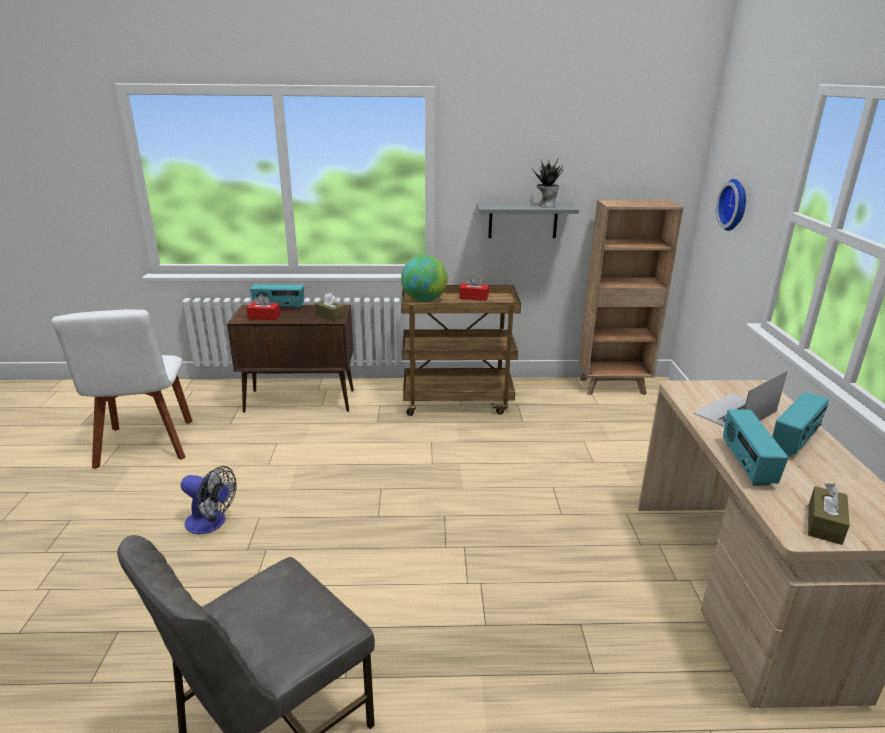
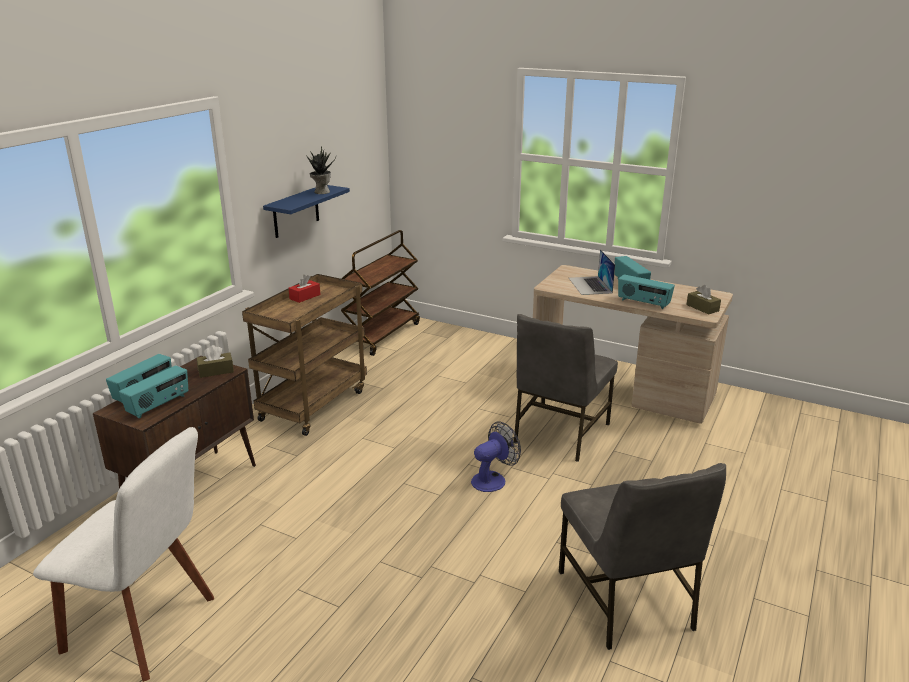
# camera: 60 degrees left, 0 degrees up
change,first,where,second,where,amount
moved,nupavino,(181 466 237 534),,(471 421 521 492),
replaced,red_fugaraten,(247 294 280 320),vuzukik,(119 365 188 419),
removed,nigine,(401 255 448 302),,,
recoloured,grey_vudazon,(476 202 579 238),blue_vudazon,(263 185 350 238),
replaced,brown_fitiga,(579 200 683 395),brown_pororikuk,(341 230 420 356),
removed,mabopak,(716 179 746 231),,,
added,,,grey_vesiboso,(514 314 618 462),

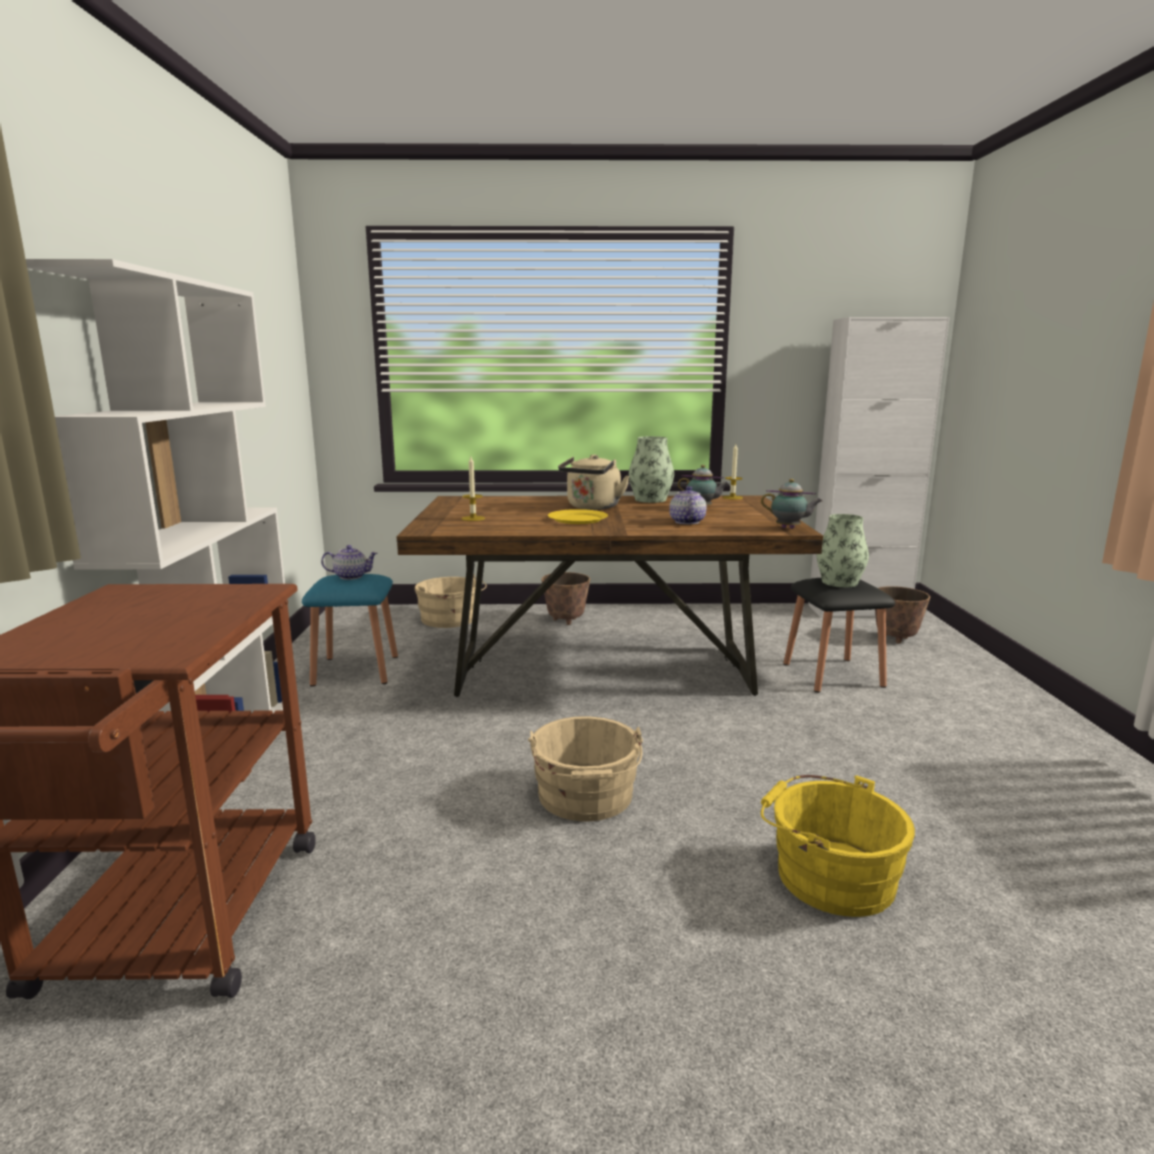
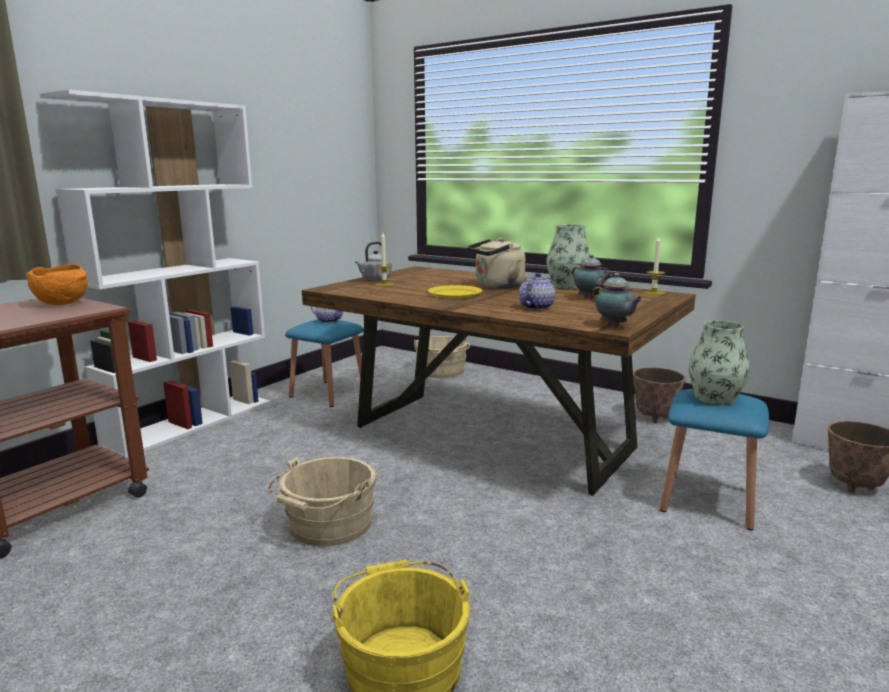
# camera: 35 degrees right, 0 degrees up
change,first,where,second,where,amount
moved,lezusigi,(541 572 590 625),,(633 368 686 423),
recoloured,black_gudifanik,(784 578 895 693),blue_gudifanik,(660 389 769 531),
added,,,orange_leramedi,(26 264 88 305),
added,,,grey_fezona,(355 242 392 281),

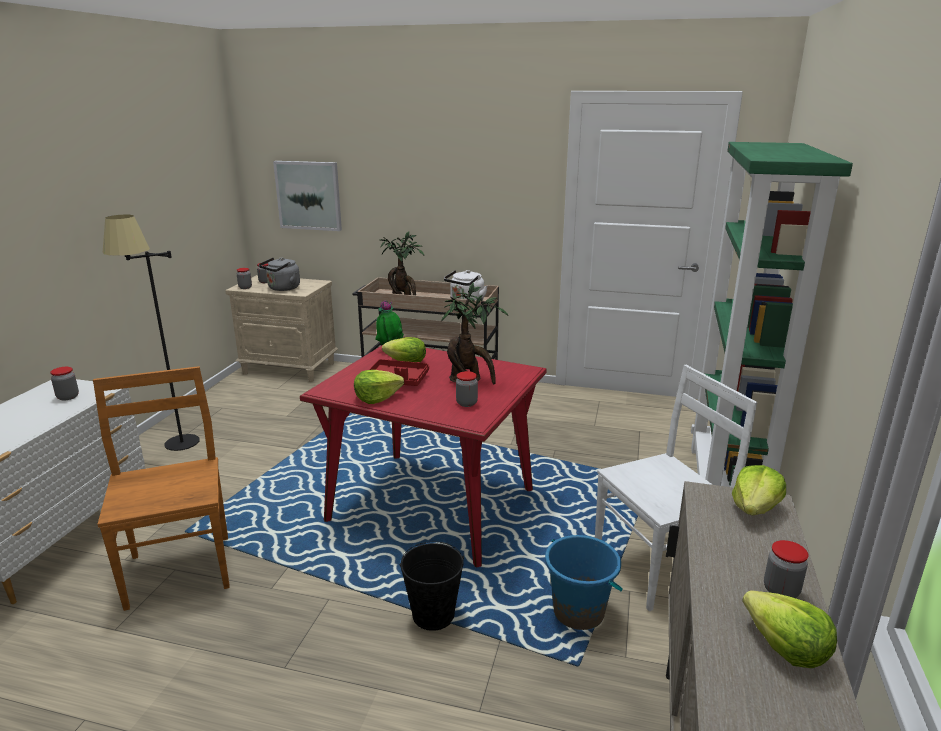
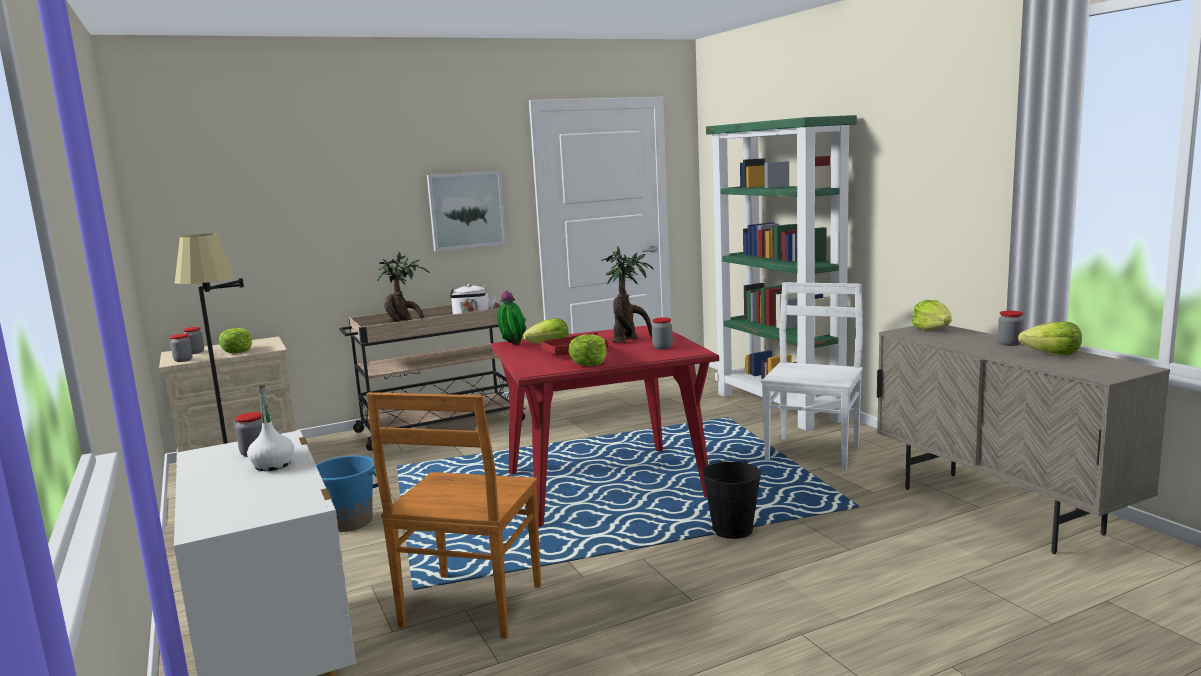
# camera: 40 degrees left, 10 degrees down
change,first,where,second,where,amount
turned,brown_vesiboso,(93 366 230 611),,(366 392 541 639),105 degrees counterclockwise
replaced,grey_fezona,(259 257 300 291),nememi,(219 328 252 353),
moved,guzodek,(273 161 342 231),,(427 171 506 251),
moved,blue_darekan,(545 535 623 630),,(316 455 378 532),
added,,,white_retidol,(247 385 294 471),

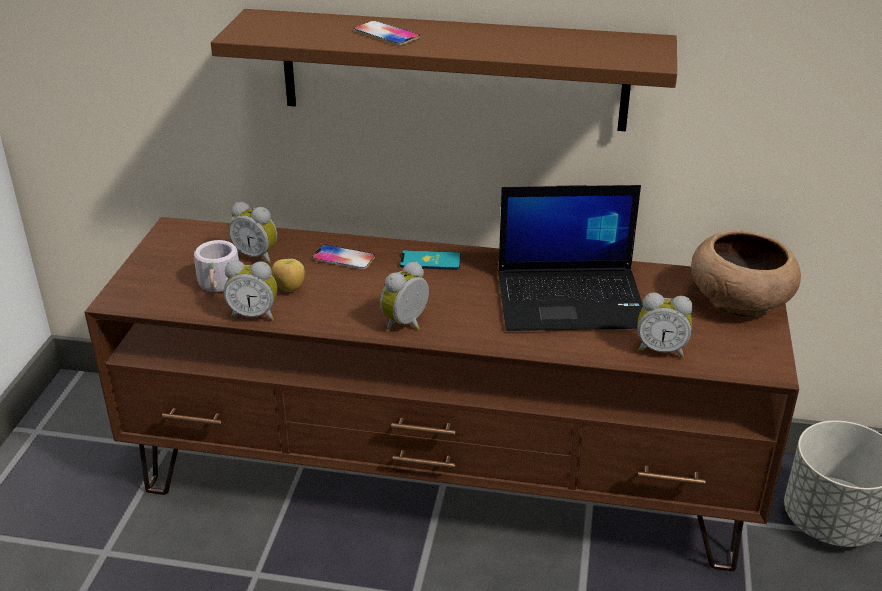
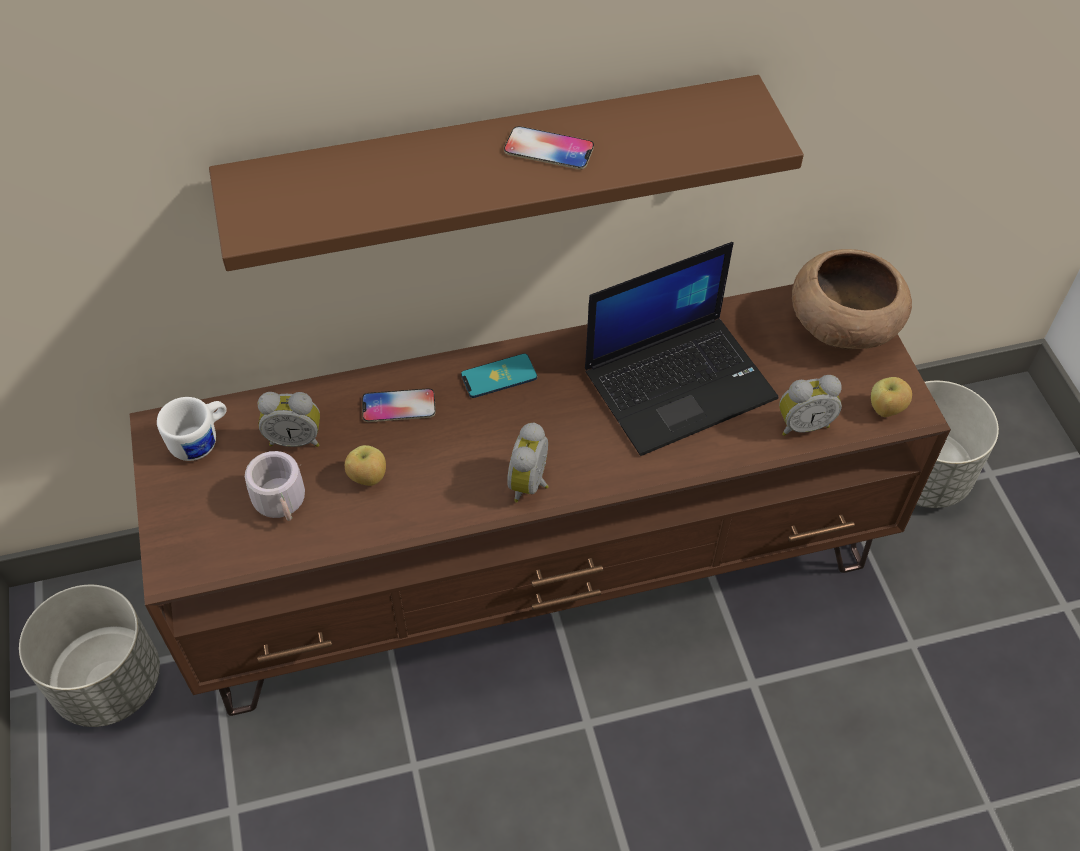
# camera: 25 degrees left, 20 degrees up
change,first,where,second,where,amount
removed,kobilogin,(223 260 277 321),,,
moved,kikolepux,(354 21 420 45),,(504 126 594 169),
added,,,grey_lezusigi,(19 585 160 727),
added,,,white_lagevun,(157 397 227 461),
added,,,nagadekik,(871 377 912 417),

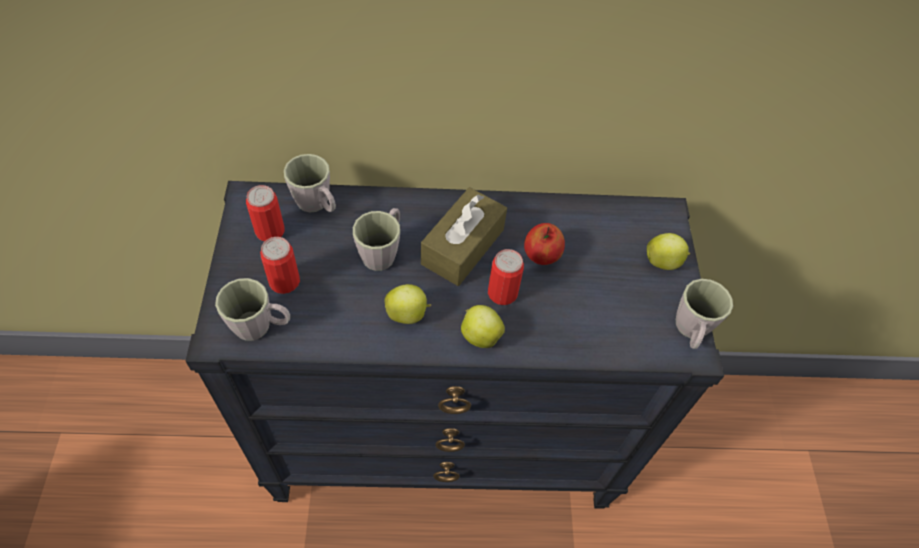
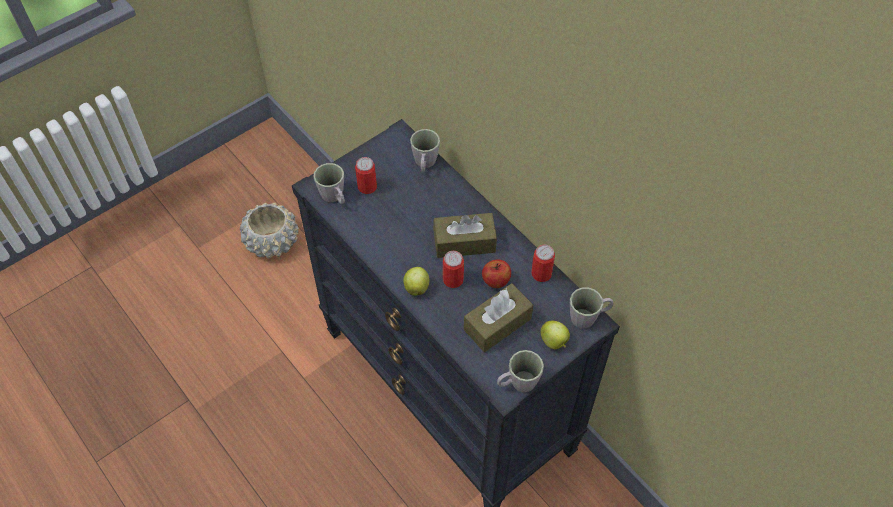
# camera: 55 degrees right, 0 degrees up
change,first,where,second,where,amount
moved,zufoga,(246 185 285 241),,(531 245 555 282),
moved,grey_lagevun,(353 208 400 271),,(570 287 613 329),
removed,nagadekik,(385 284 431 324),,,
added,,,beige_lezusigi,(239 203 299 259),
added,,,brown_fugaraten,(464 283 533 352),

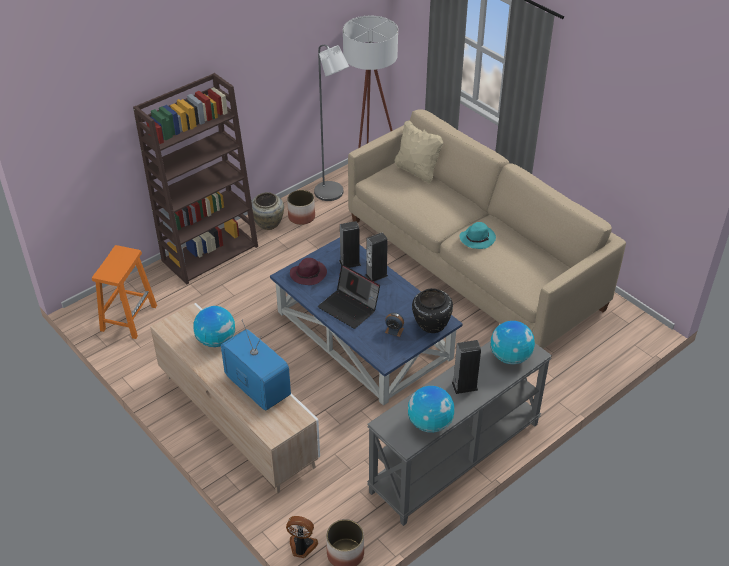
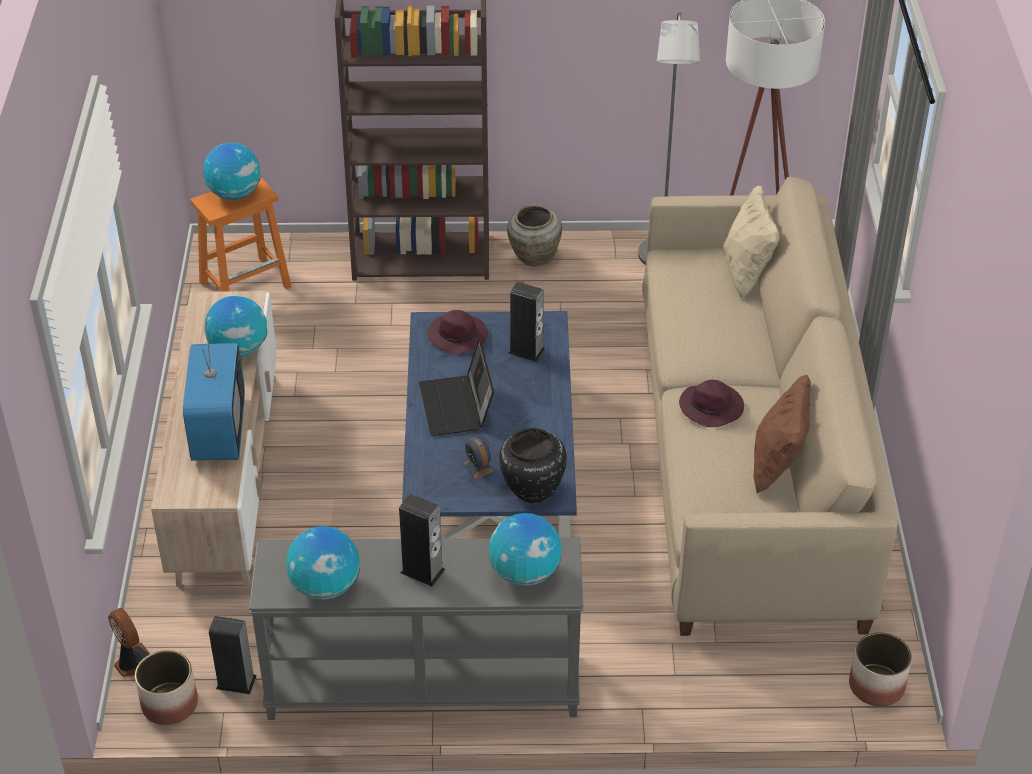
# camera: 40 degrees right, 0 degrees up
change,first,where,second,where,amount
moved,lezusigi,(287 190 315 225),,(849 632 912 706),
moved,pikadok,(365 233 388 281),,(209 616 257 694),
recoloured,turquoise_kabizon,(460 222 496 249),purple_kabizon,(679 380 744 427),
added,,,nigine,(203 143 261 200),
added,,,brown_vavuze,(753 374 811 494),

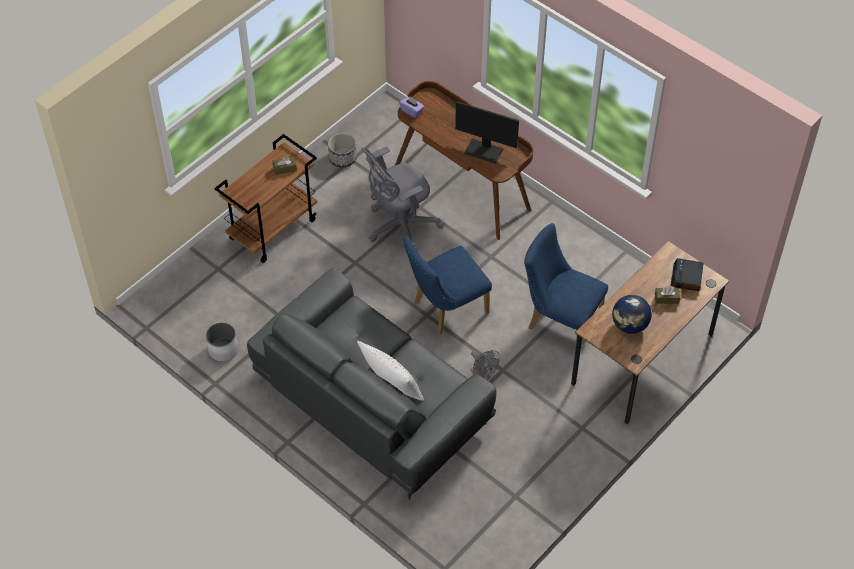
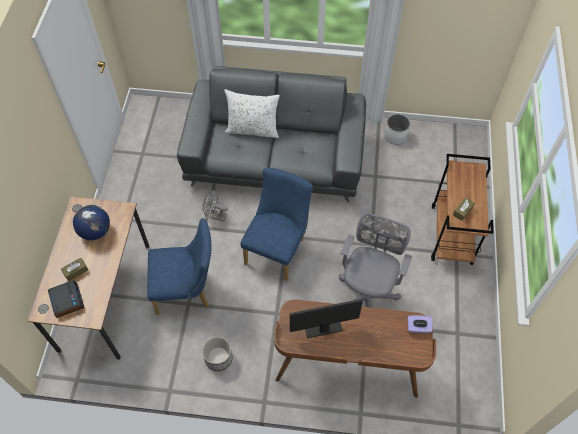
# camera: 145 degrees right, 5 degrees up
change,first,where,second,where,amount
moved,lezusigi,(328 133 357 168),,(202 337 233 371),

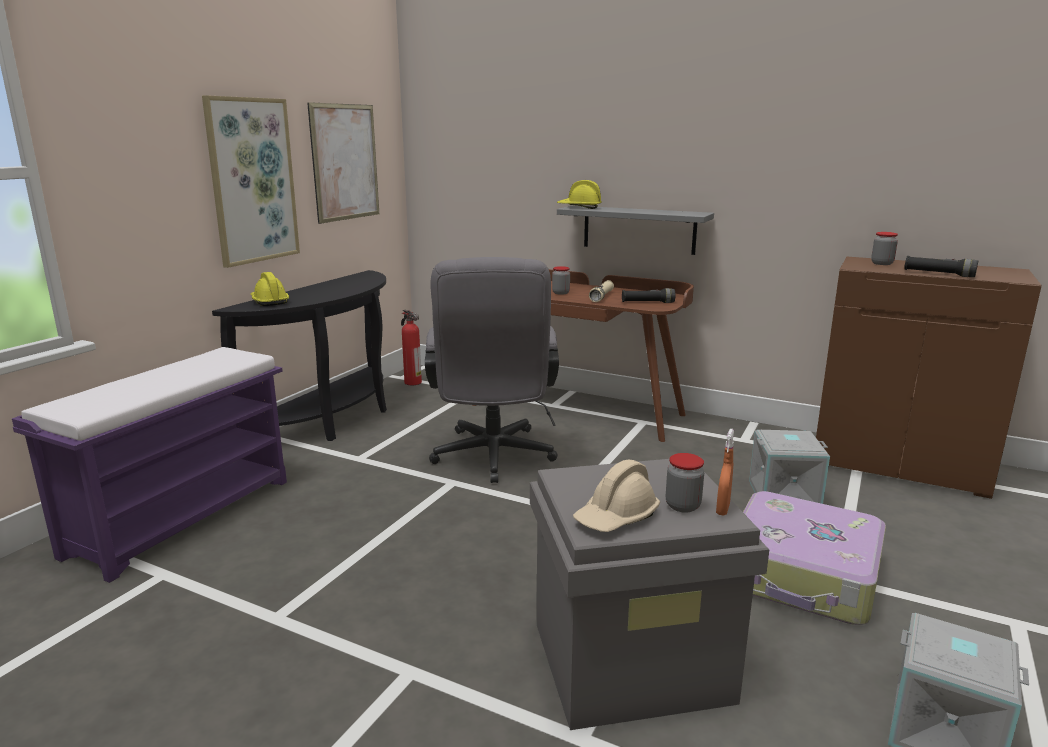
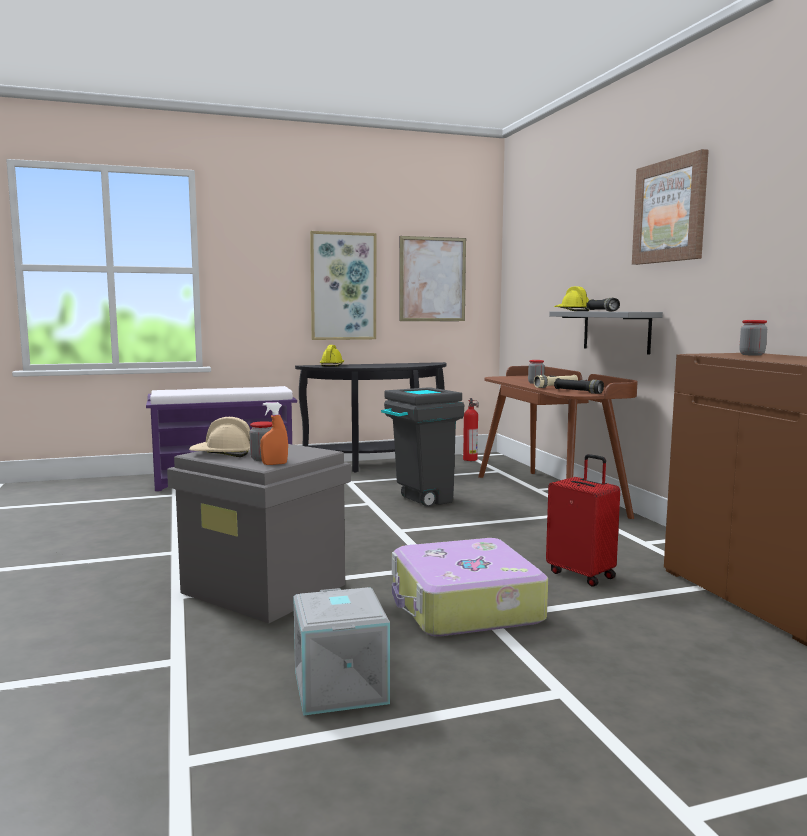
# camera: 45 degrees right, 10 degrees down
change,first,where,second,where,amount
replaced,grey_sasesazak,(425 257 559 483),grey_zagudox,(381 387 464 507),
replaced,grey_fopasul,(749 430 830 504),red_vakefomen,(546 454 620 586),
moved,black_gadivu,(904 256 978 277),,(586 298 620 311),
added,,,guzodek,(632 149 709 265),

